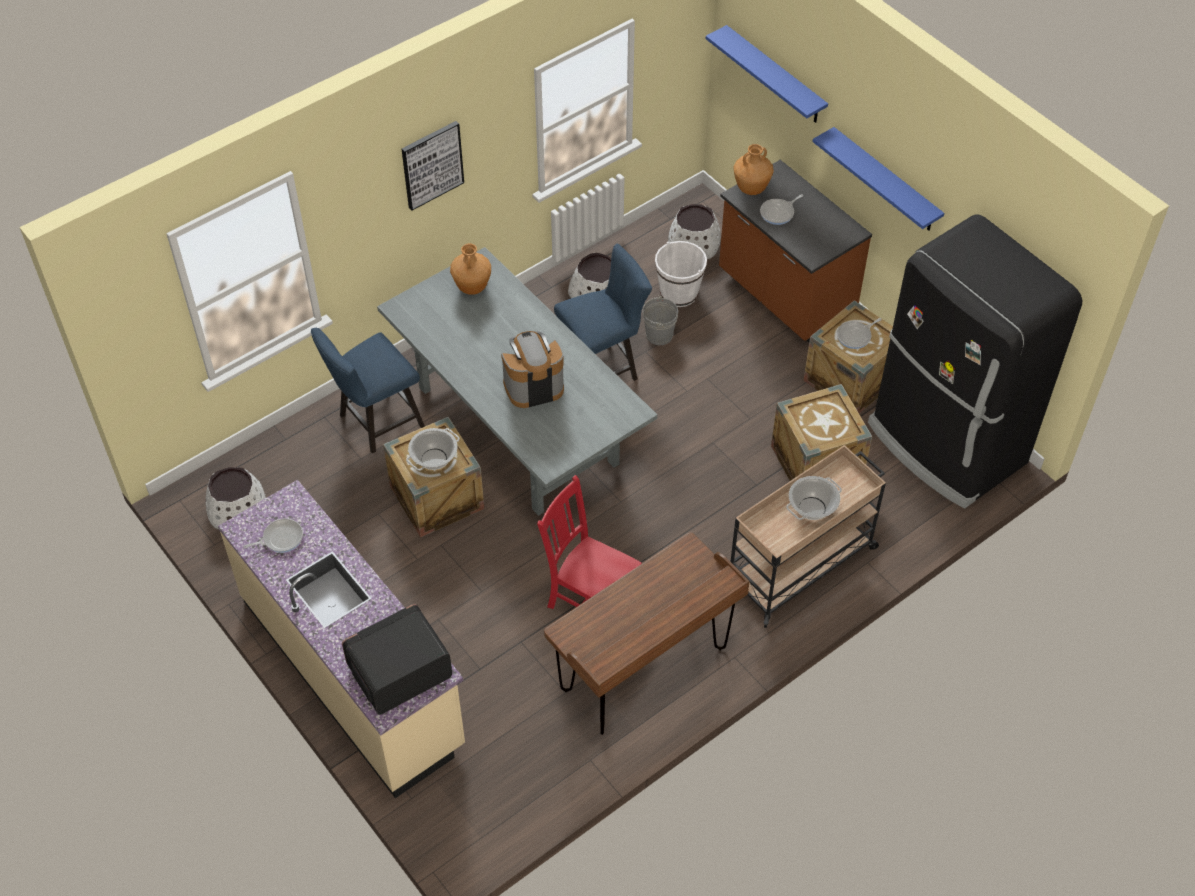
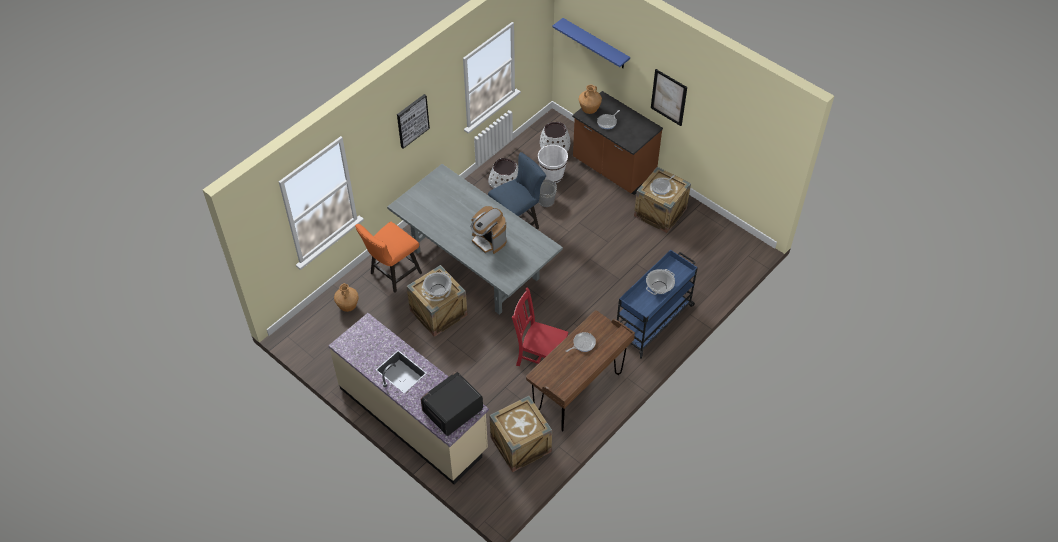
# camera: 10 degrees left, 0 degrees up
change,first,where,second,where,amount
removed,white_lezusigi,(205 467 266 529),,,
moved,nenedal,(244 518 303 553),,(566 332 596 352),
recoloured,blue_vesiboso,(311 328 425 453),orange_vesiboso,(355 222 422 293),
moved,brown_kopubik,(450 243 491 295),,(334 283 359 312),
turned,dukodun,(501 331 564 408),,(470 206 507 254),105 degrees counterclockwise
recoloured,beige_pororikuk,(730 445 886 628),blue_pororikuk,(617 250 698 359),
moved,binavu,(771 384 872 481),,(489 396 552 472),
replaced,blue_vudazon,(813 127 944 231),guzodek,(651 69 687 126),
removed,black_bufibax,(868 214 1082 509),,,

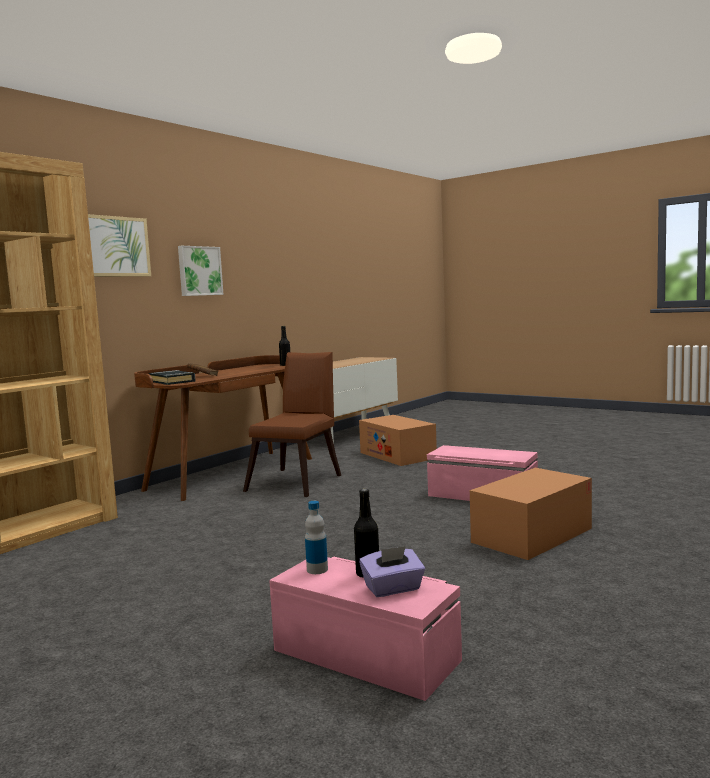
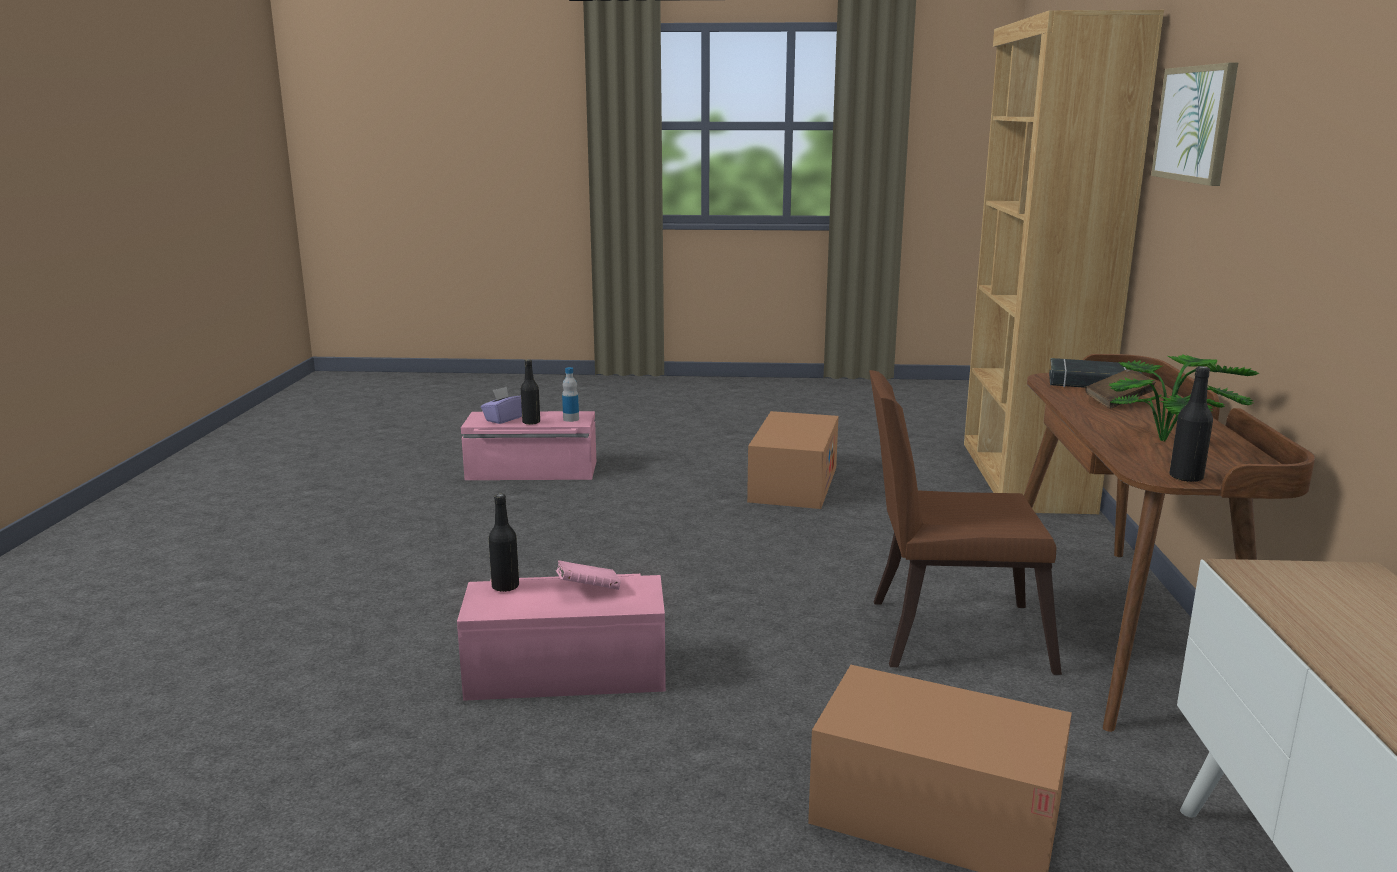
# camera: 145 degrees right, 10 degrees up
change,first,where,second,where,amount
removed,guzodek,(178 246 224 296),,,
turned,brown_vesiboso,(243 352 341 497),,(869 370 1062 675),105 degrees clockwise
moved,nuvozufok,(470 468 592 560),,(747 411 839 509),
added,,,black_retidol,(489 494 519 592),
added,,,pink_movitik,(556 560 621 590),
added,,,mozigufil,(1108 354 1259 441),

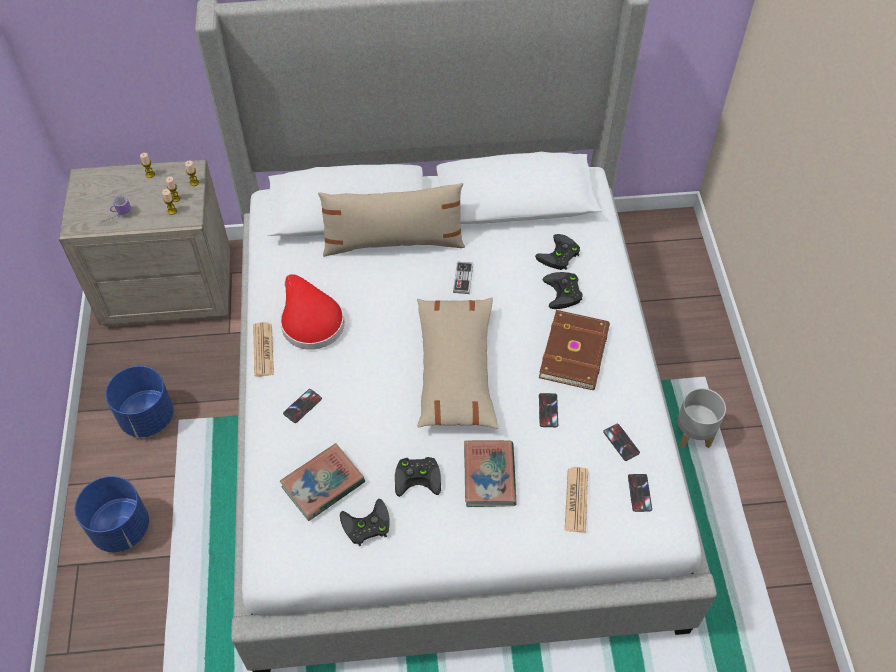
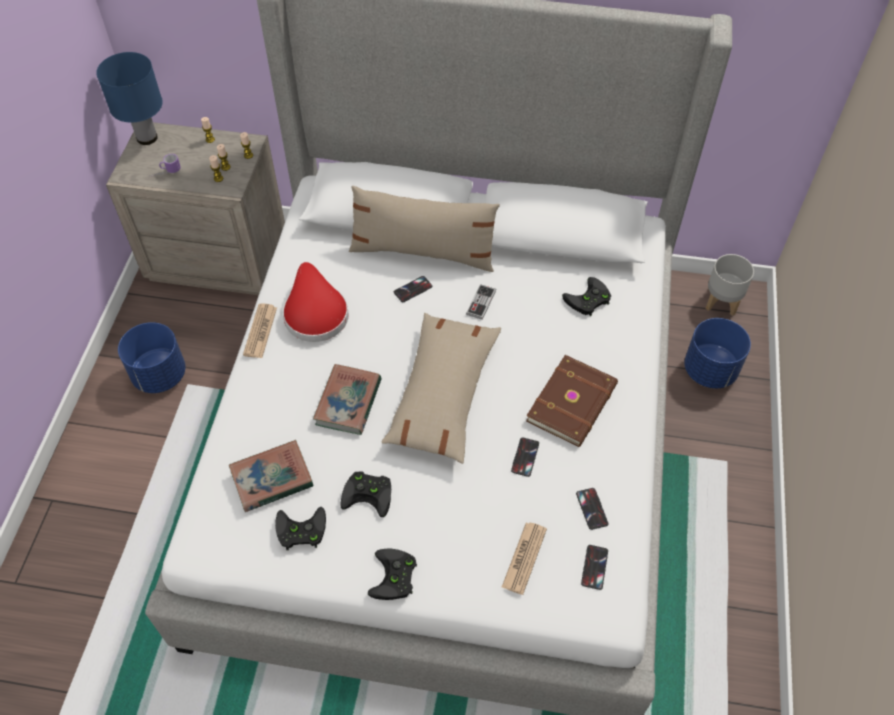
# camera: 15 degrees right, 0 degrees up
change,first,where,second,where,amount
moved,blue_lezusigi,(75 476 149 552),,(684 318 751 389),
moved,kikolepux,(283 389 322 423),,(394 276 432 303),
moved,movitik,(464 440 516 507),,(313 364 382 435),
moved,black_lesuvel,(543 272 582 309),,(368 549 417 600),
moved,grey_lezusigi,(676 388 726 448),,(706 254 754 316),
added,,,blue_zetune,(96 52 163 145),

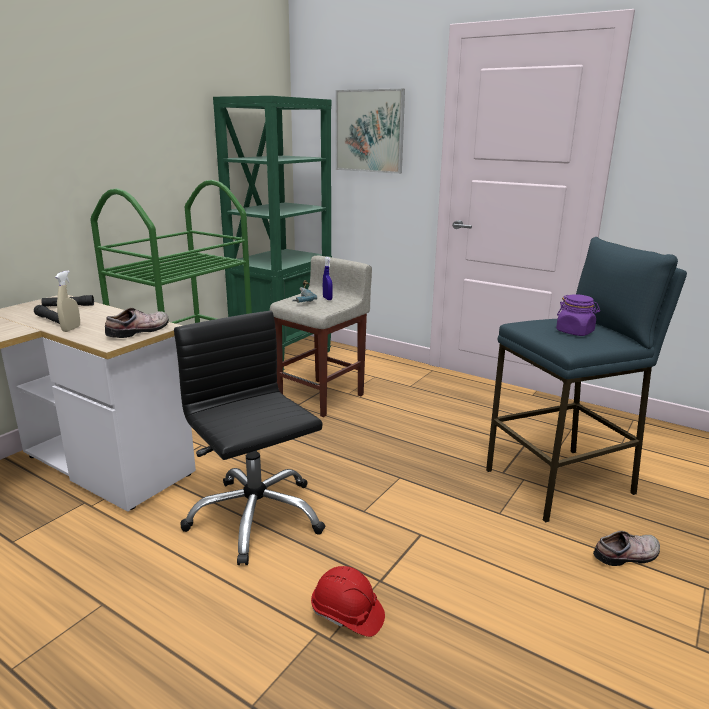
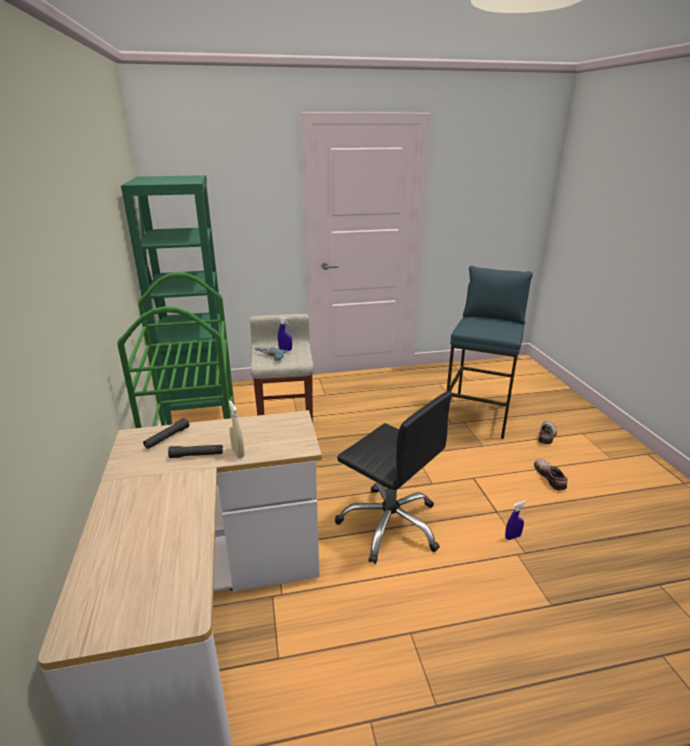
# camera: 45 degrees left, 5 degrees up
change,first,where,second,where,amount
moved,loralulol,(105 308 169 338),,(534 459 568 490),
turned,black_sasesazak,(174 311 325 565),,(335 391 453 564),150 degrees counterclockwise
replaced,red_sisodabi,(311 566 385 637),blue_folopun,(505 501 526 540),
removed,guzodek,(336 89 405 174),,,
removed,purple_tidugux,(556 294 600 336),,,

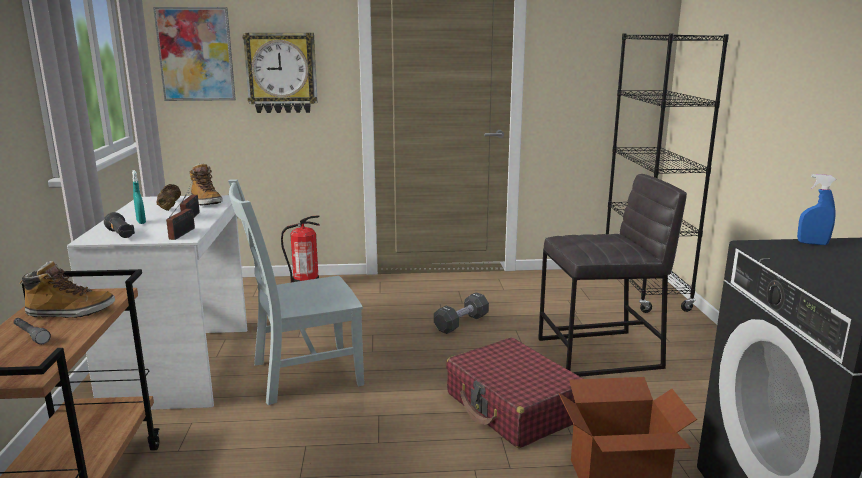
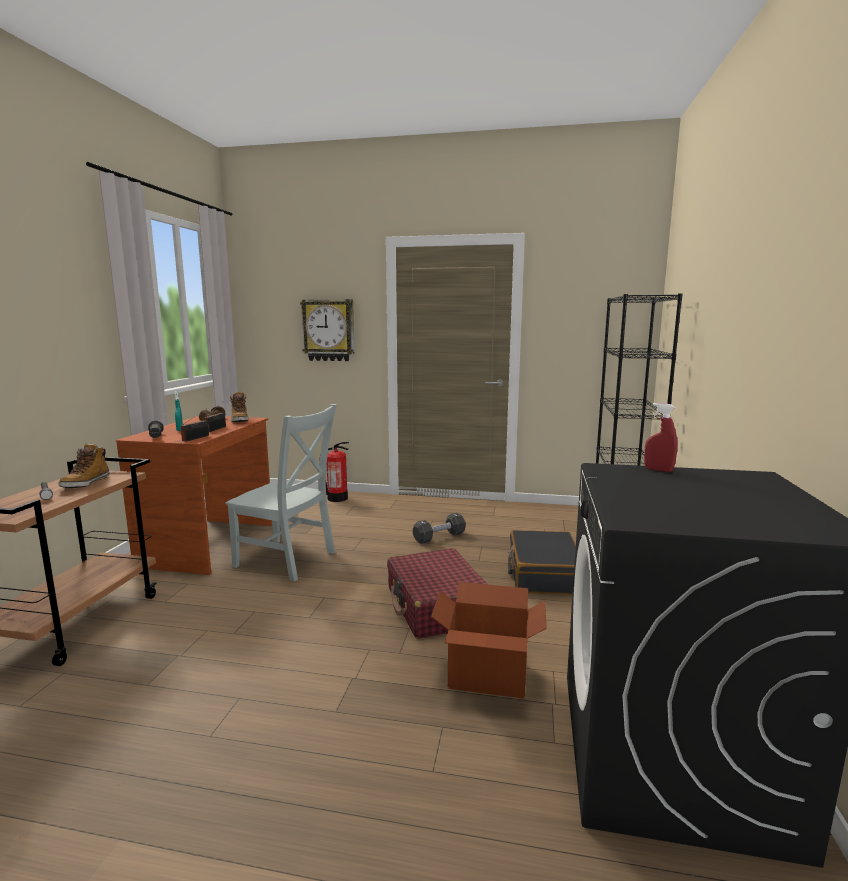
# camera: 15 degrees right, 5 degrees down
change,first,where,second,where,amount
turned,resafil,(19 261 115 318),,(58 443 109 488),90 degrees clockwise
recoloured,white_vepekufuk,(67 195 247 410),brown_vepekufuk,(116 416 272 575),
removed,guzodek,(153 7 236 101),,,
turned,grey_vesiboso,(228 179 364 405),,(225 404 337 581),150 degrees counterclockwise
replaced,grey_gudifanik,(538 174 687 377),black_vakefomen,(508 530 576 595),
recoloured,blue_folopun,(797 174 836 245),red_folopun,(644 403 678 472),

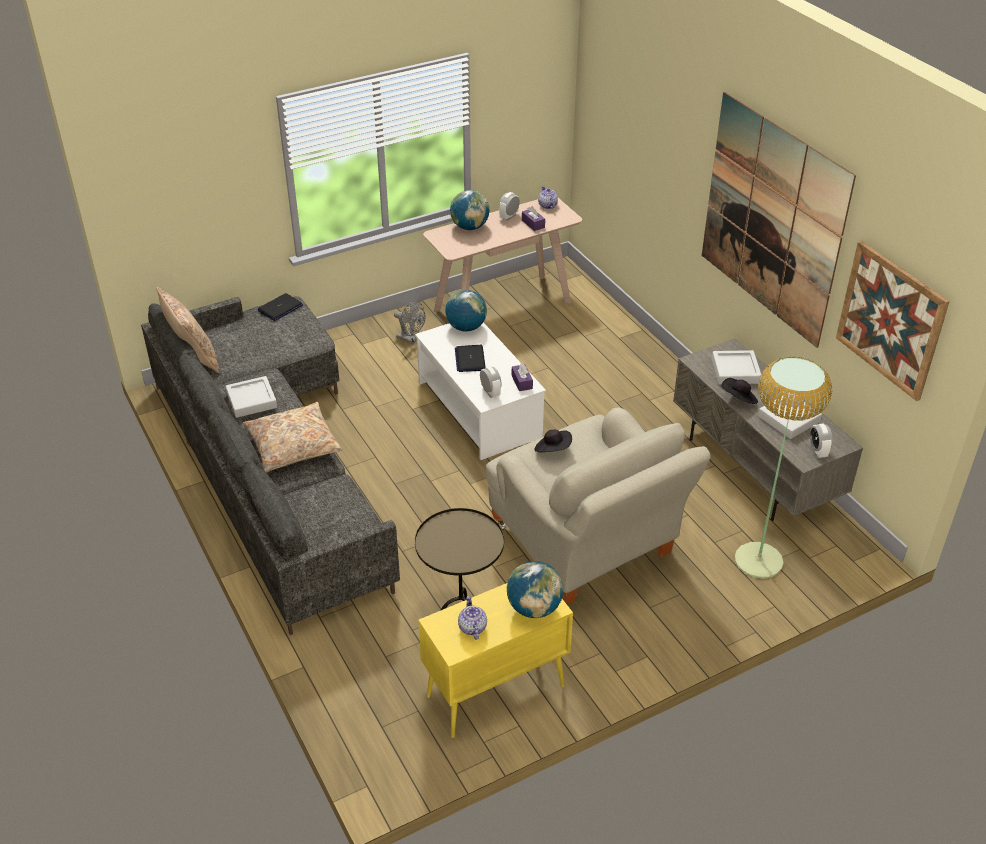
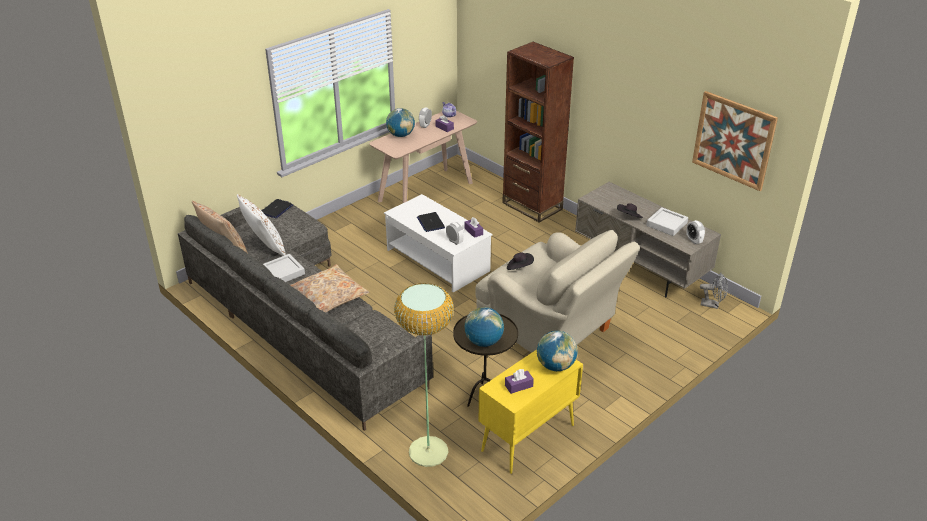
# camera: 15 degrees left, 5 degrees down
change,first,where,second,where,amount
moved,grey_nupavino,(394 301 425 344),,(700 273 728 309),
moved,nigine,(445 290 487 332),,(465 307 504 347),
replaced,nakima,(458 596 487 640),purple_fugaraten,(505 369 534 394),
removed,guzodek,(702 92 856 348),,,
removed,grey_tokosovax,(712 350 761 384),,,
moved,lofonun,(735 357 832 579),,(394 283 454 467),
added,,,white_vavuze,(237 194 286 256),
added,,,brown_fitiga,(502 42 574 223),

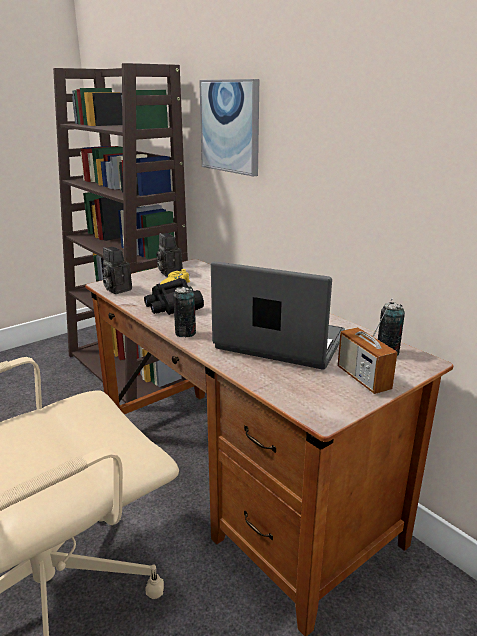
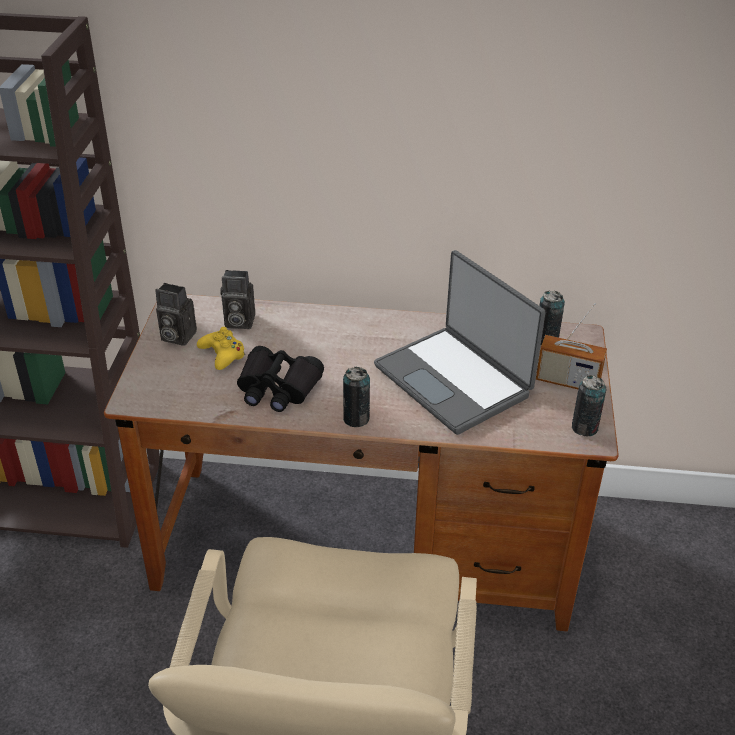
# camera: 45 degrees left, 15 degrees up
change,first,where,second,where,amount
moved,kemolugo,(102 247 132 294),,(220 270 255 329),
removed,guzodek,(199 79 259 177),,,
turned,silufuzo,(211 261 345 369),,(374 250 545 435),105 degrees counterclockwise
added,,,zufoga,(572 375 606 436),

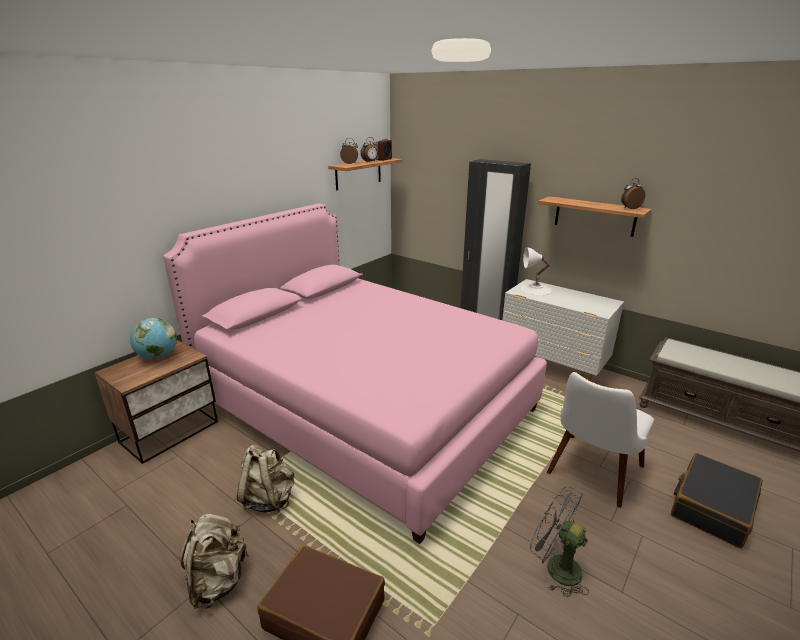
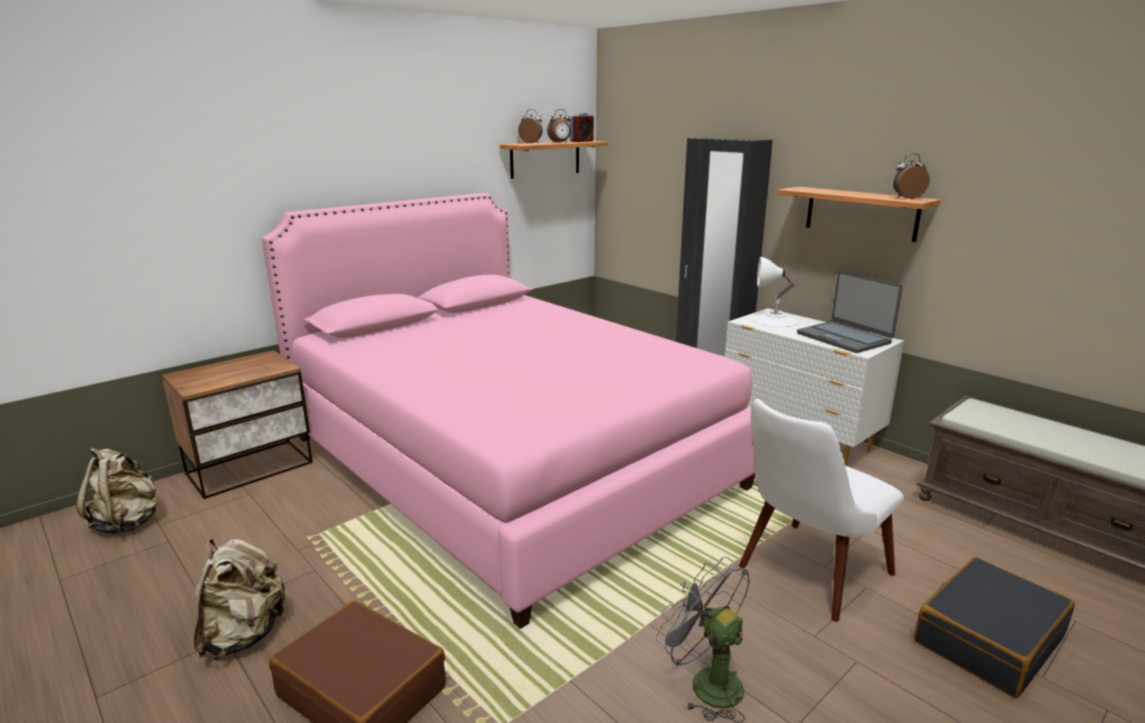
# camera: 10 degrees right, 5 degrees down
change,first,where,second,where,amount
removed,nigine,(130 318 177 360),,,
moved,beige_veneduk,(237 445 294 513),,(76 448 158 534),
added,,,silufuzo,(797 271 903 353),

